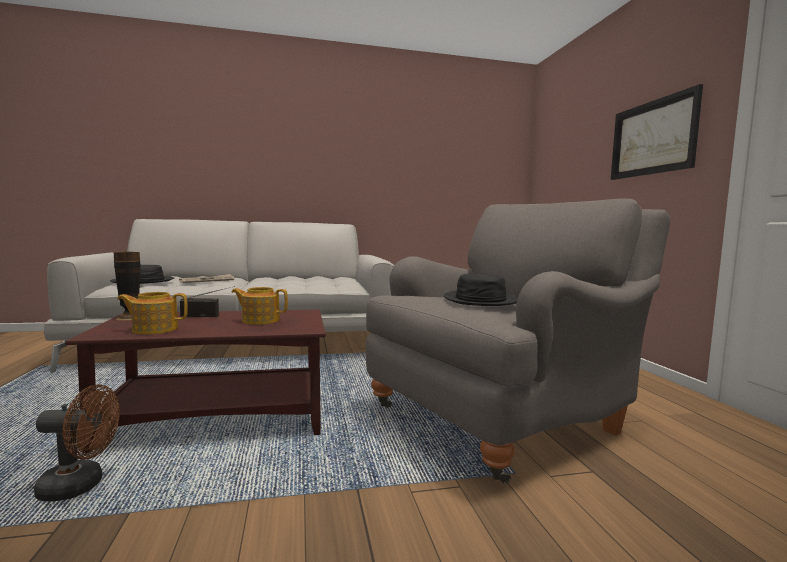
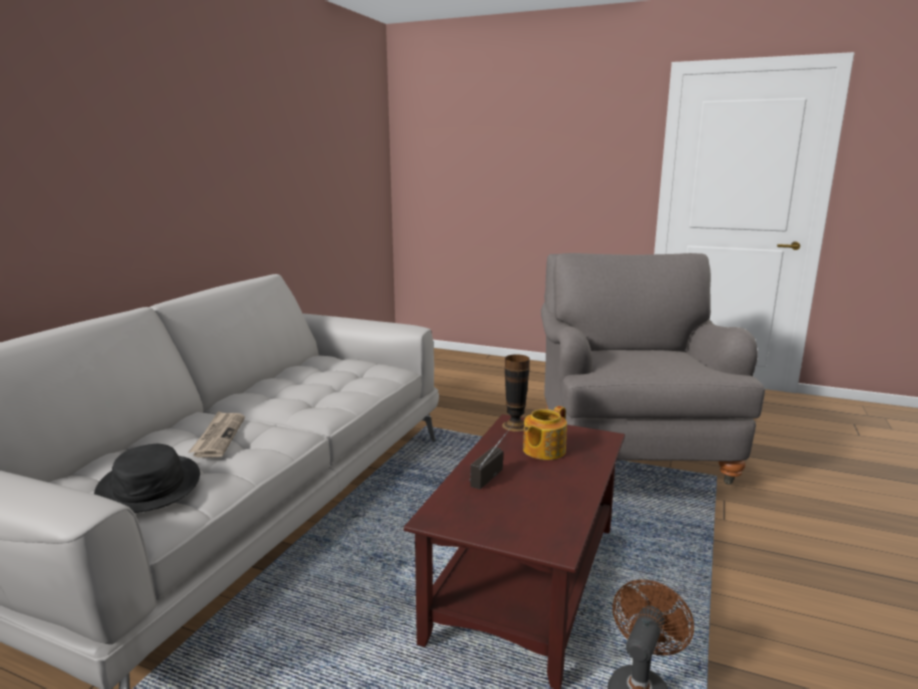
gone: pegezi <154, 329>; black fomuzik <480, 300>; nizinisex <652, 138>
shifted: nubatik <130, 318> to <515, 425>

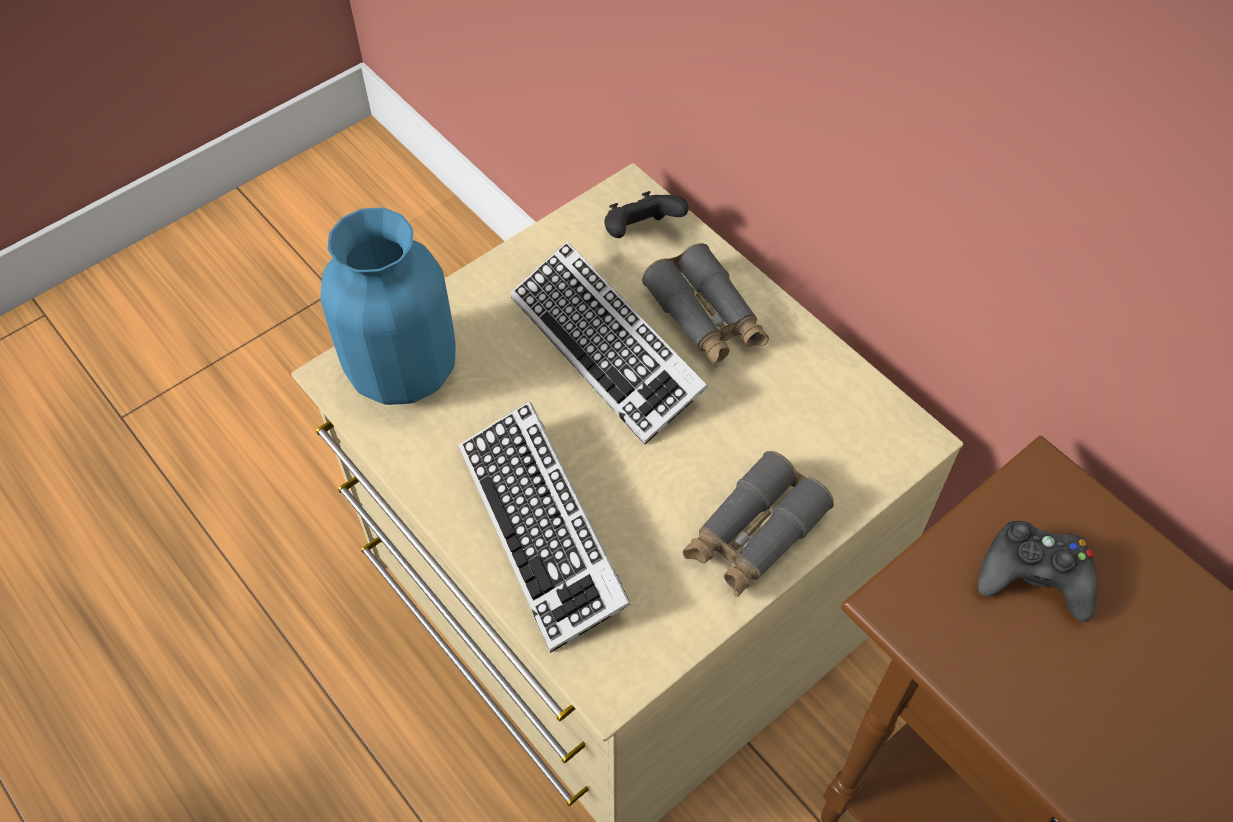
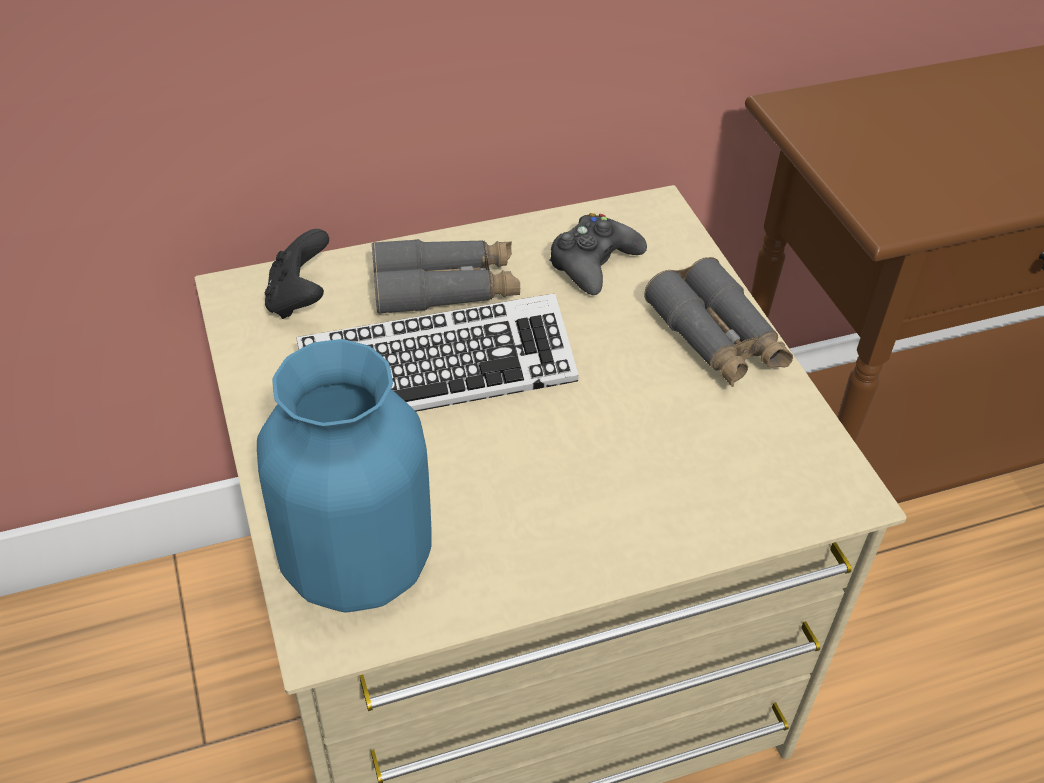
gone: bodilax <543, 530>
shifted: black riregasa <1034, 576> to <593, 263>

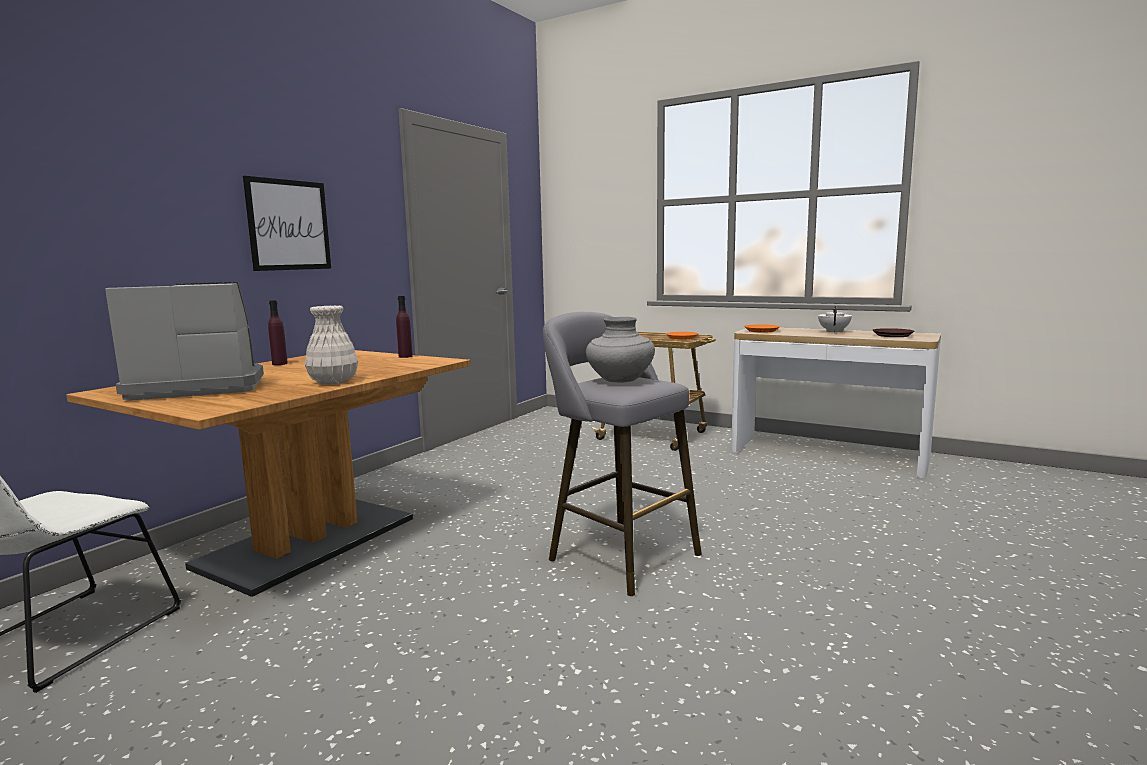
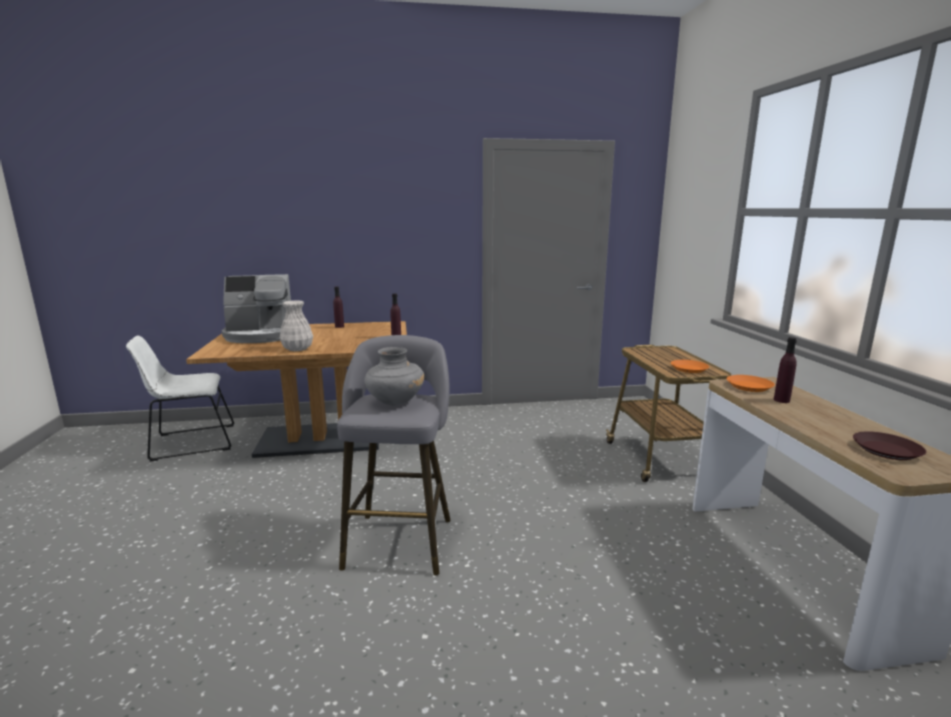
gone: nizinisex <289, 225>; white pegezi <834, 331>
new: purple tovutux <781, 400>
rotated: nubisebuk <197, 387> = <260, 336> 135 degrees clockwise

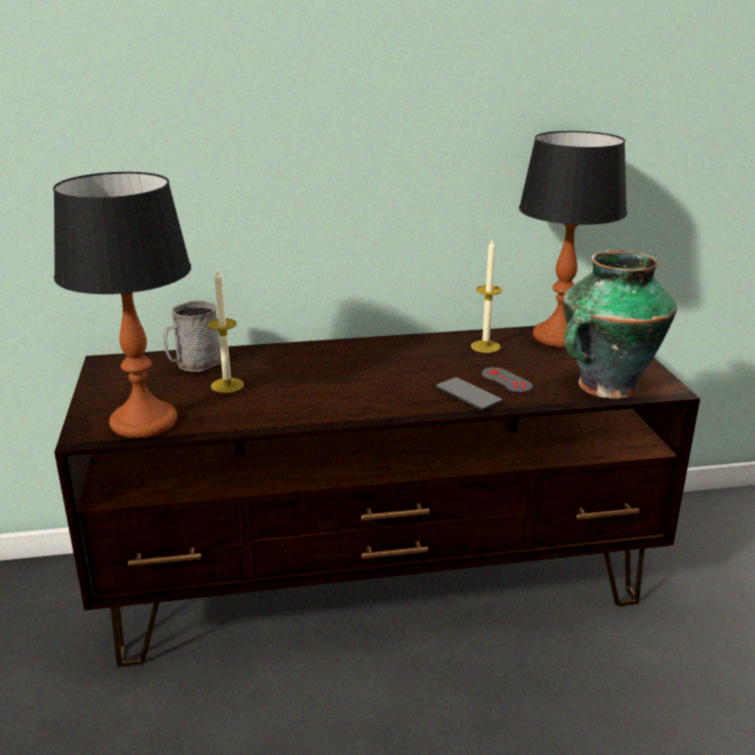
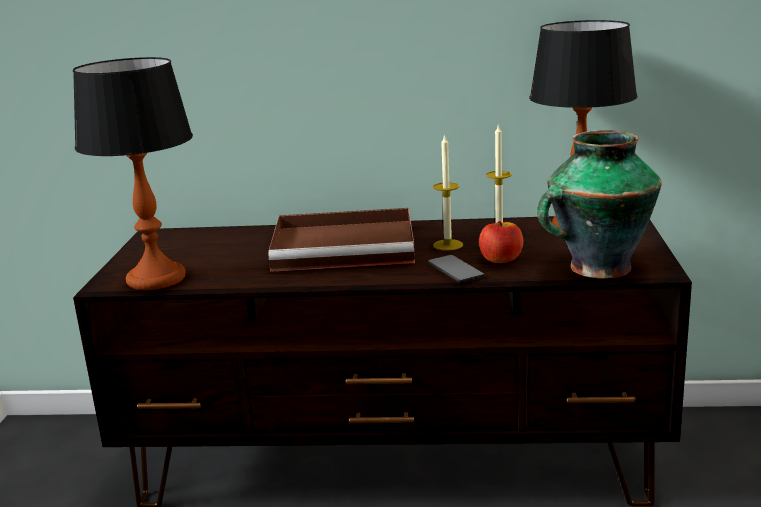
gone: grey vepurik <193, 364>
new: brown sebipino <347, 246>
shifted: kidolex <227, 385> to <448, 245>
swapped: grey riregasa <506, 380> to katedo <501, 259>

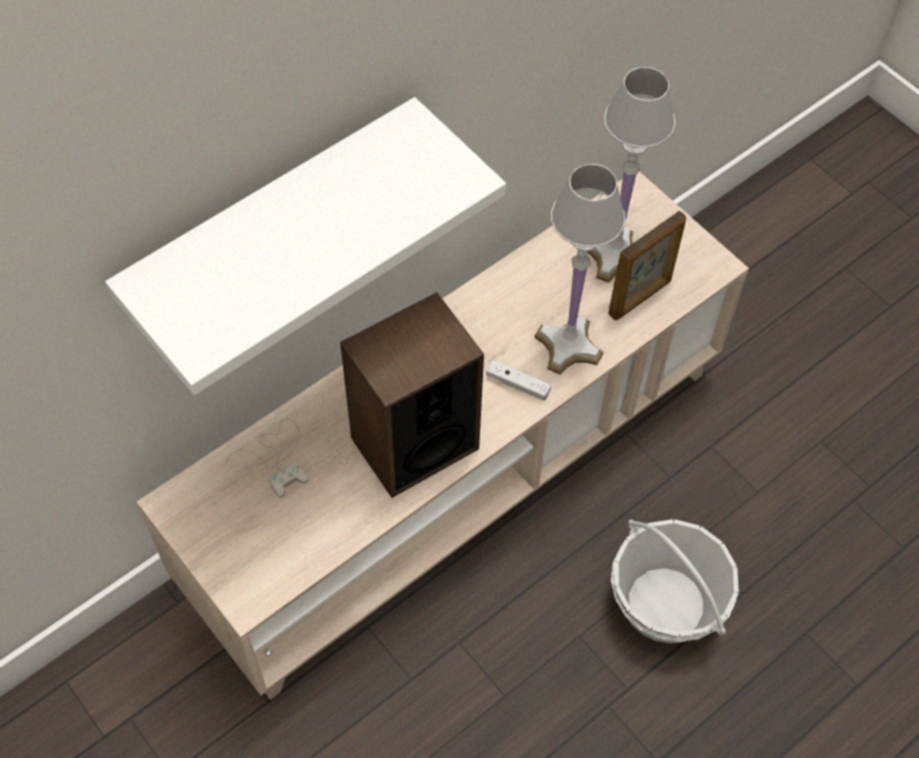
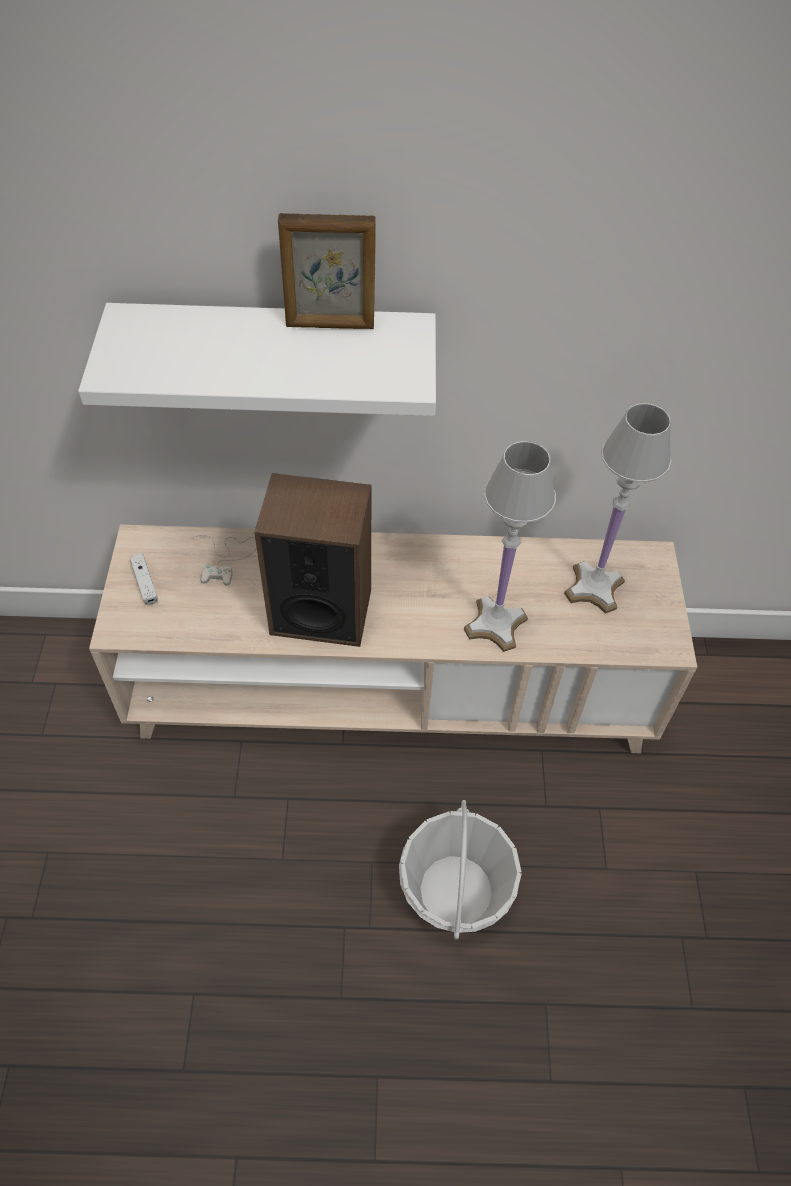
shifted: white riregasa <518, 384> to <145, 583>; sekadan <640, 297> to <330, 325>

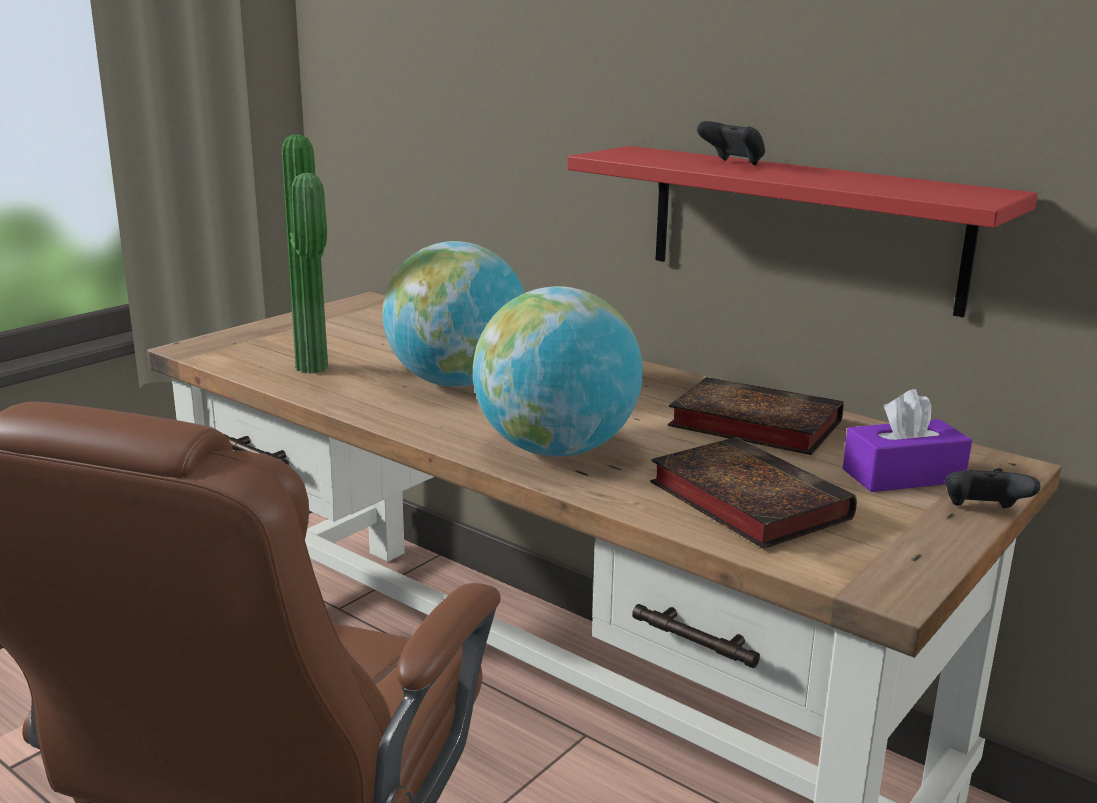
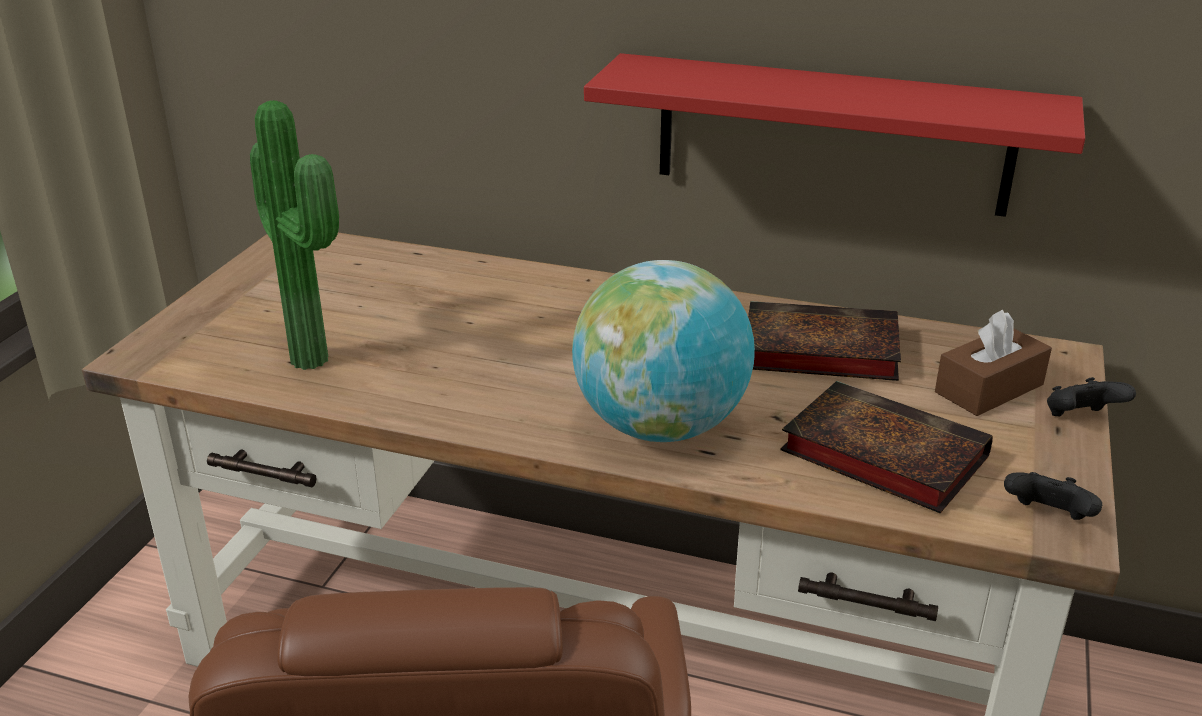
gone: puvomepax <457, 382>
shifted: black riregasa <733, 164> to <1047, 518>
repainted: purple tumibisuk <903, 475> to brown tumibisuk <989, 388>

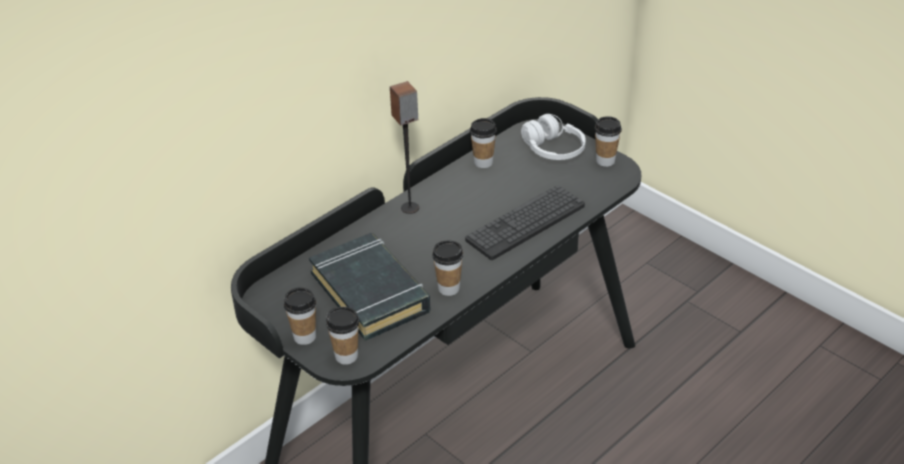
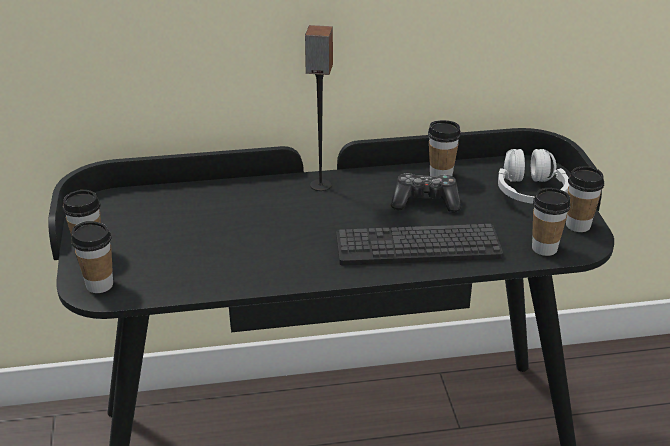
gone: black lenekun <370, 292>
new: riregasa <425, 202>
shifted: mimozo <448, 288> to <544, 248>

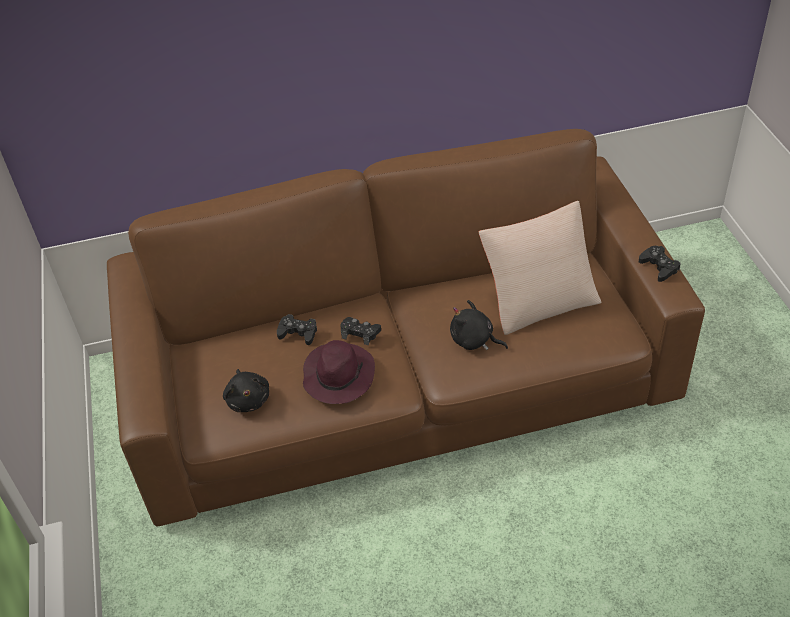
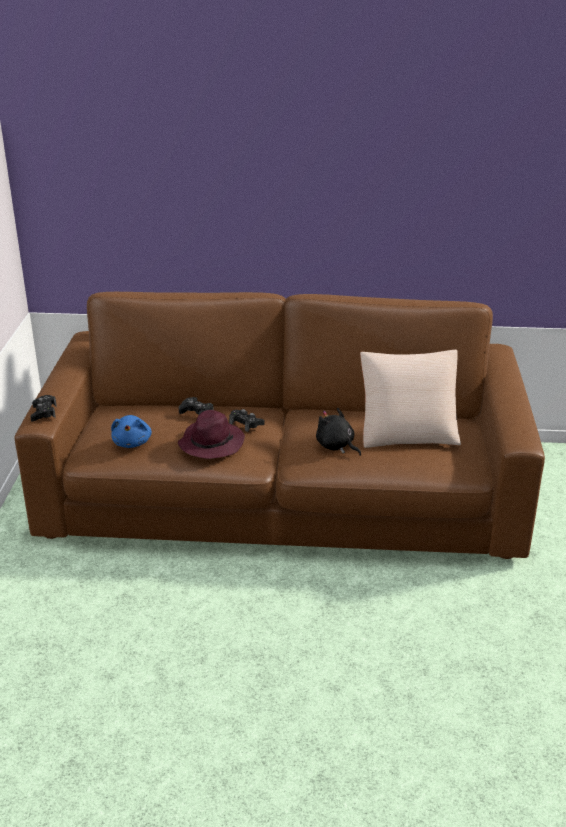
shifted: black riregasa <659, 267> to <44, 412>
repainted: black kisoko <248, 399> to blue kisoko <132, 442>

